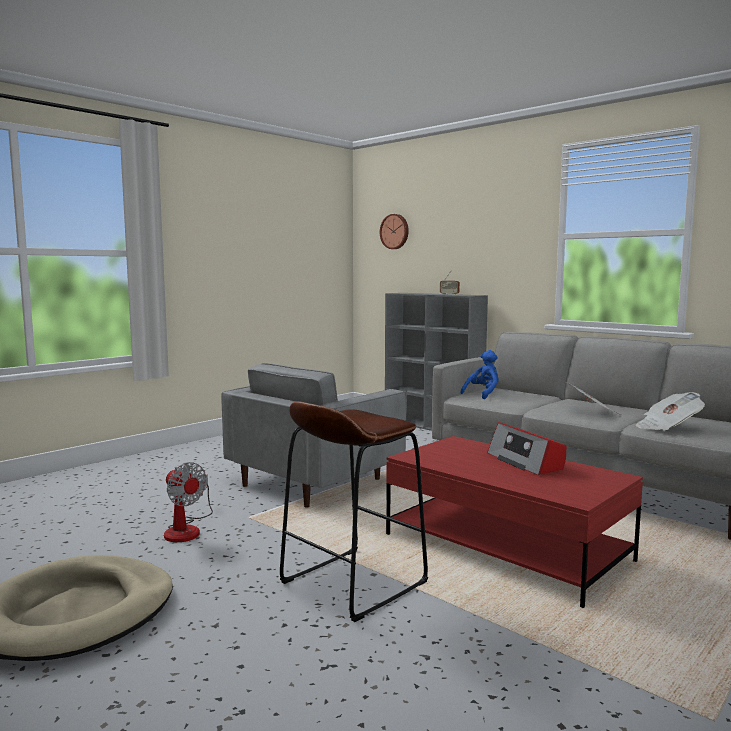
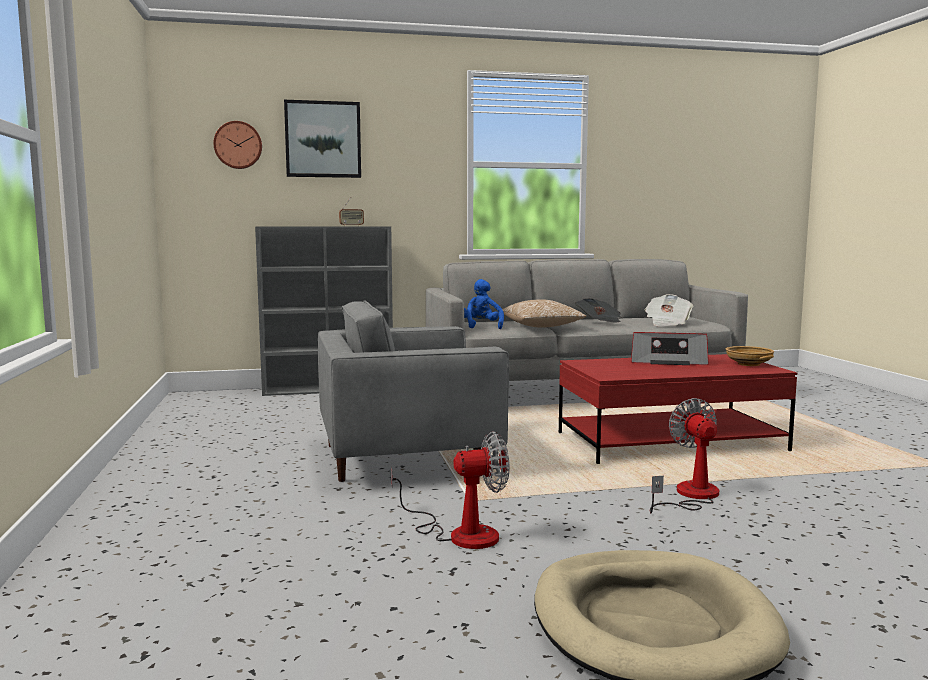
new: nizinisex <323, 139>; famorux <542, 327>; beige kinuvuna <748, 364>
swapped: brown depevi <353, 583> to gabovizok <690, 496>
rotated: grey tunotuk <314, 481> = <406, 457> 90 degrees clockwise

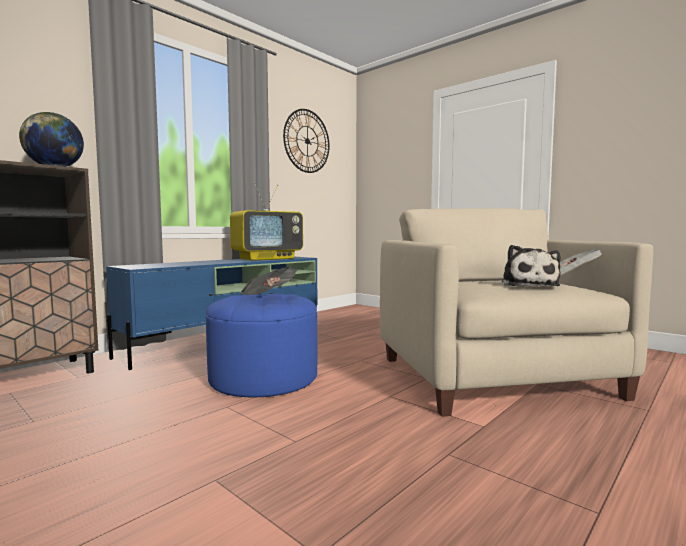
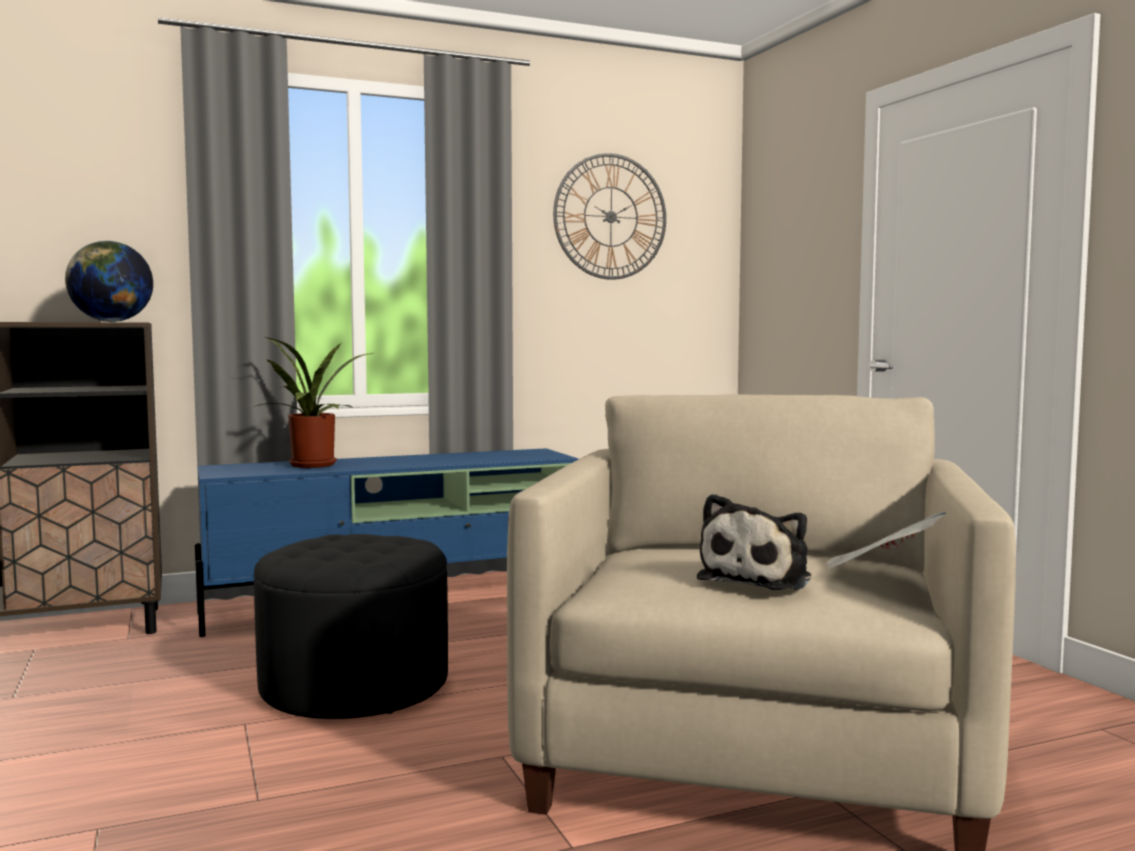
gone: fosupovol <267, 258>; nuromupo <268, 297>
new: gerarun <313, 466>
repainted: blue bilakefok <263, 378> to black bilakefok <354, 685>

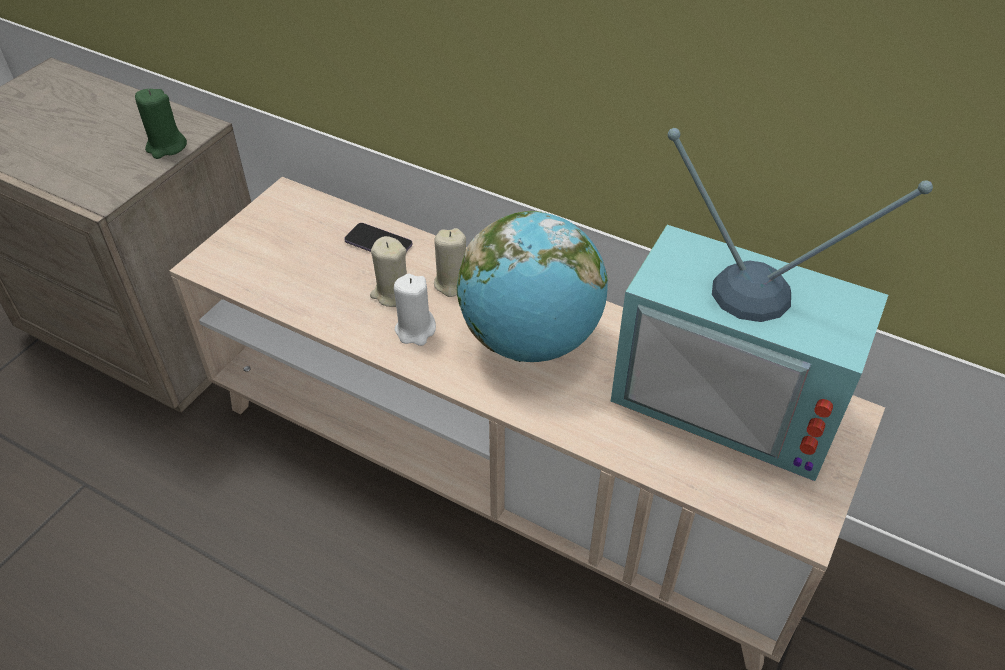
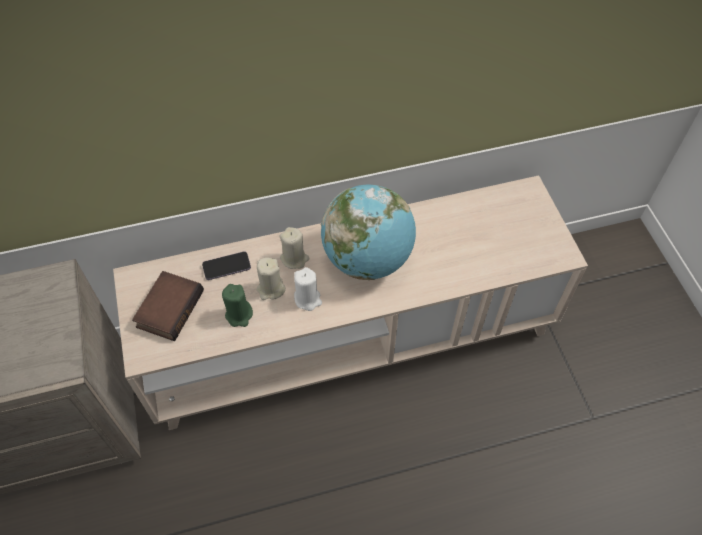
gone: fosupovol <733, 396>
new: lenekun <169, 308>
shifted: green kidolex <166, 147> to <239, 315>

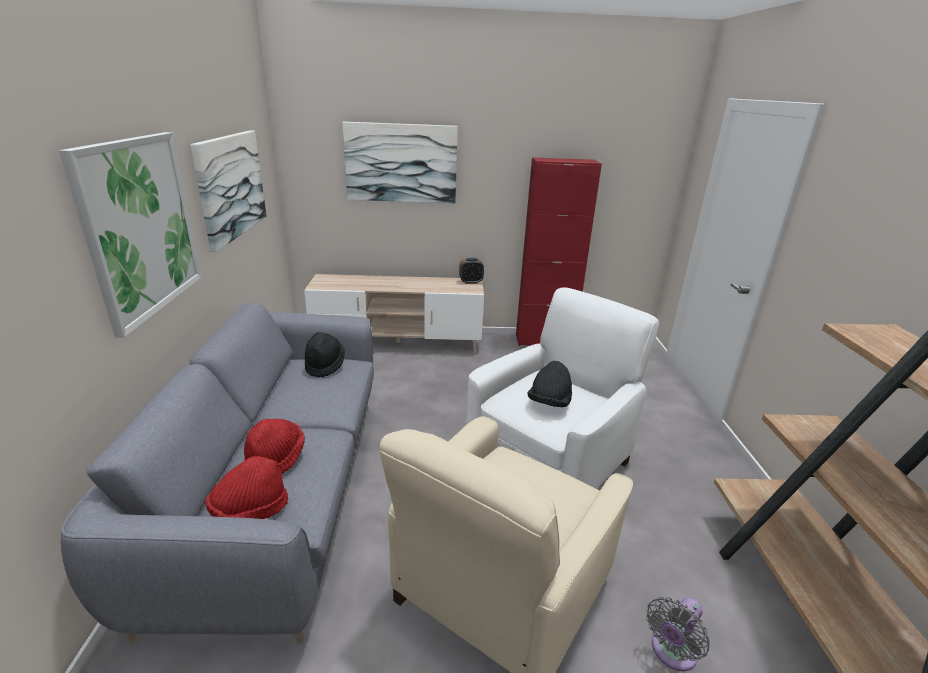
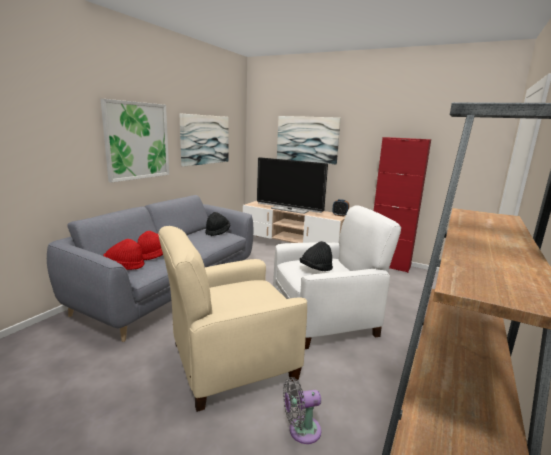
new: fosupovol <289, 210>

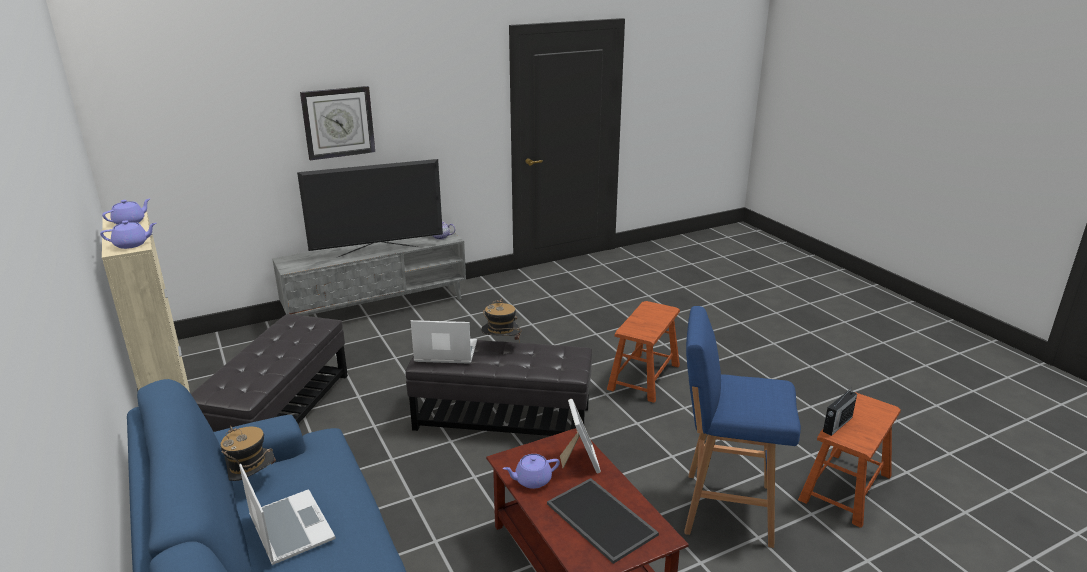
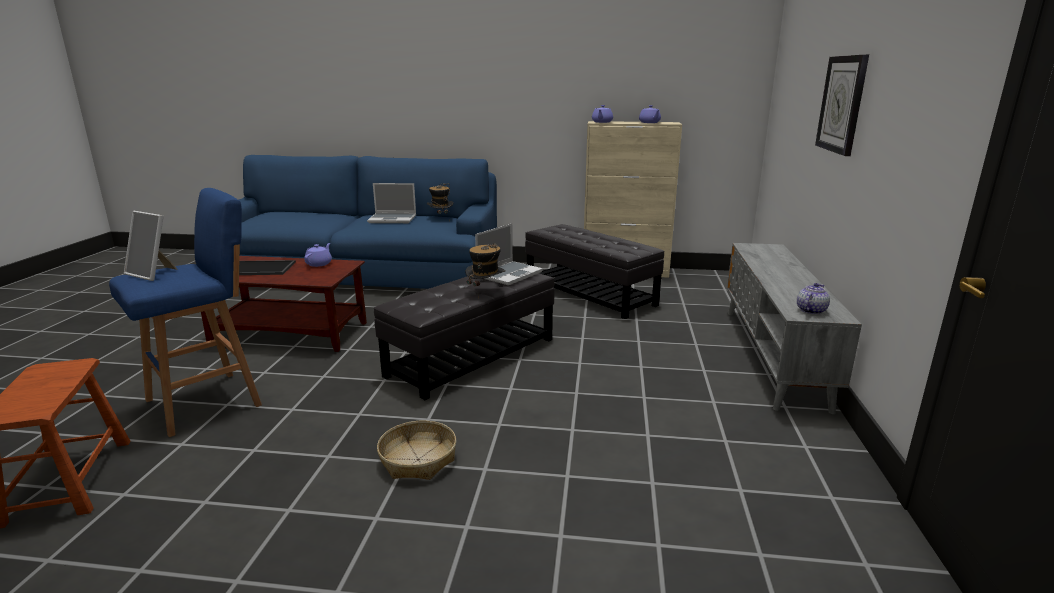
gone: fosupovol <378, 251>; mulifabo <837, 425>
shifted: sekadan <580, 460> to <153, 274>
swapped: brown depevi <644, 377> to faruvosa <418, 460>

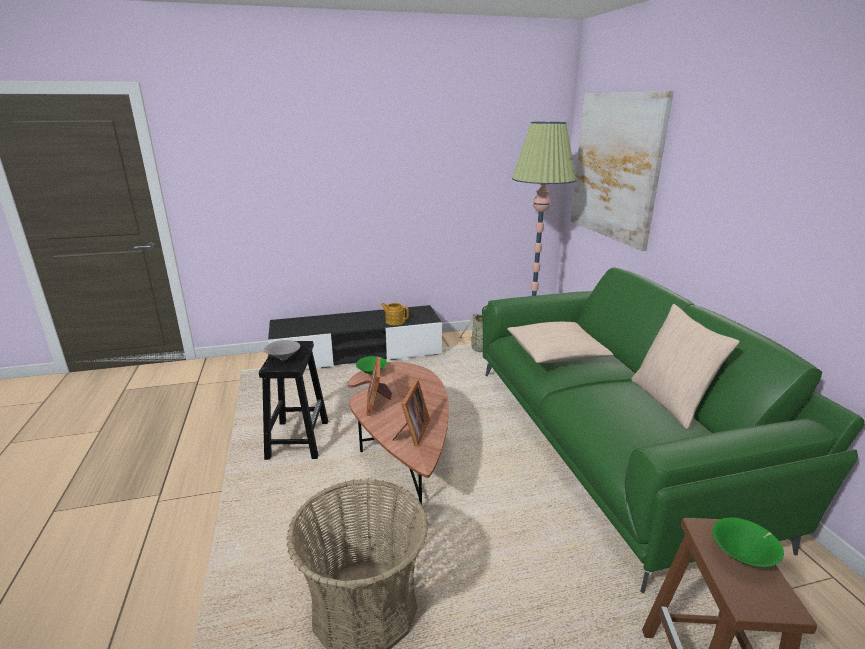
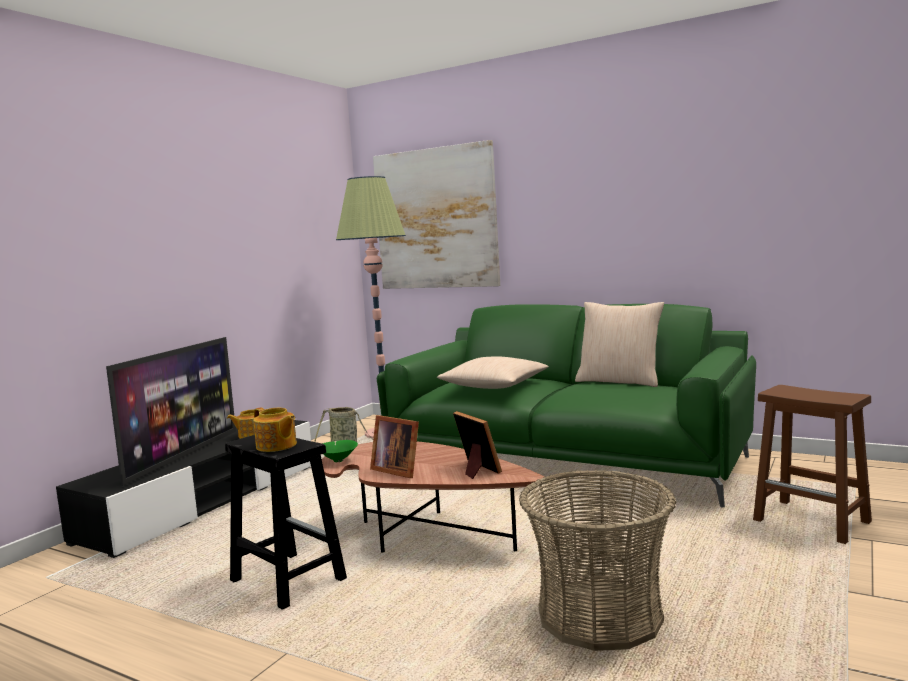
gone: green kinuvuna <743, 557>
new: fosupovol <183, 456>
swapped: grey kinuvuna <282, 358> to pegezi <276, 446>

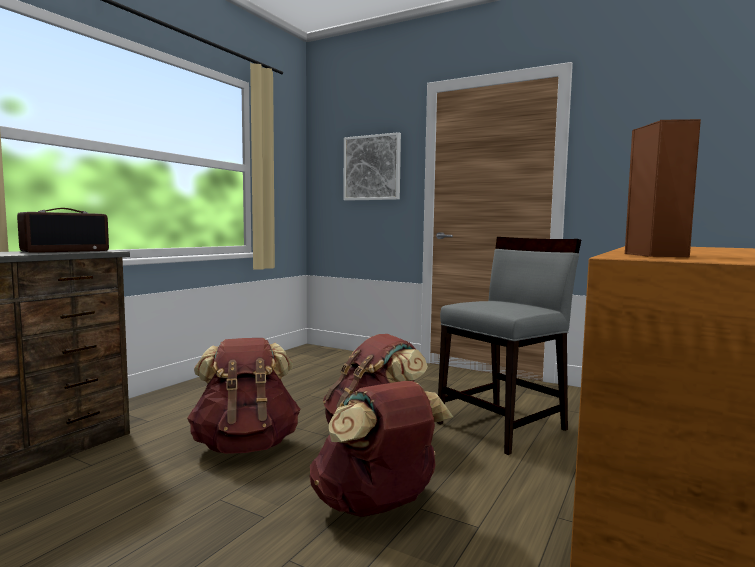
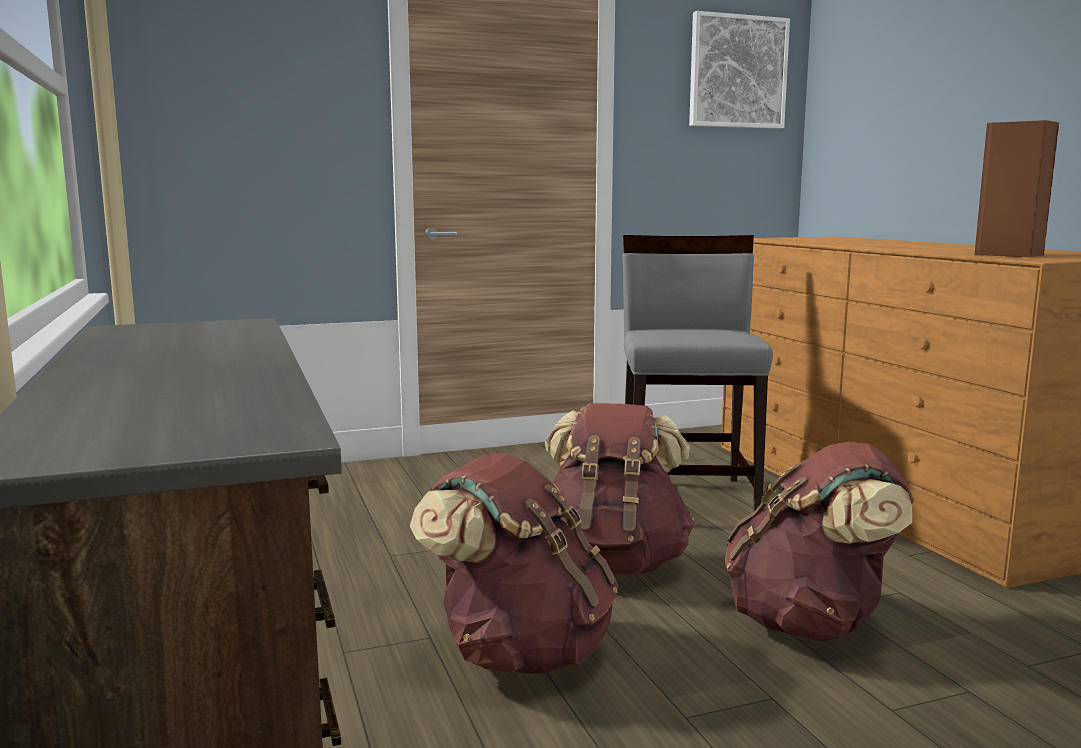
gone: mulifabo <66, 251>
shifted: nizinisex <372, 168> to <737, 72>

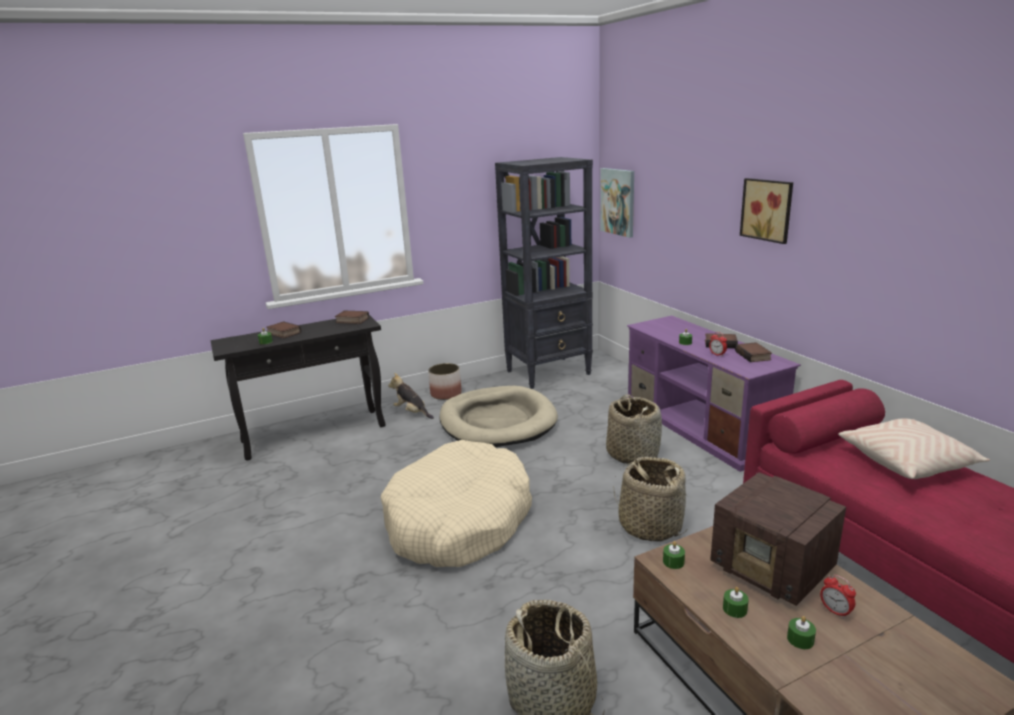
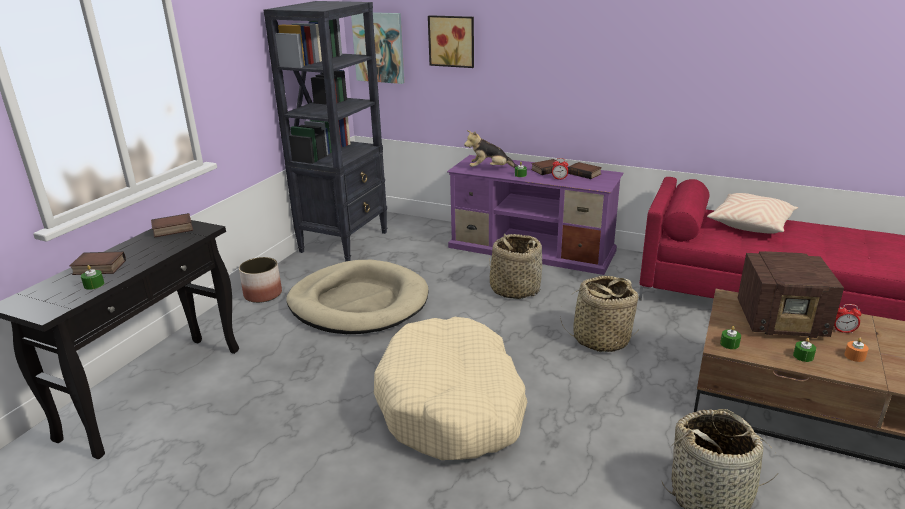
shifted: nizinisex <768, 209> to <452, 41>; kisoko <412, 412> to <489, 169>
repainted: green kidolex <800, 639> to orange kidolex <854, 356>

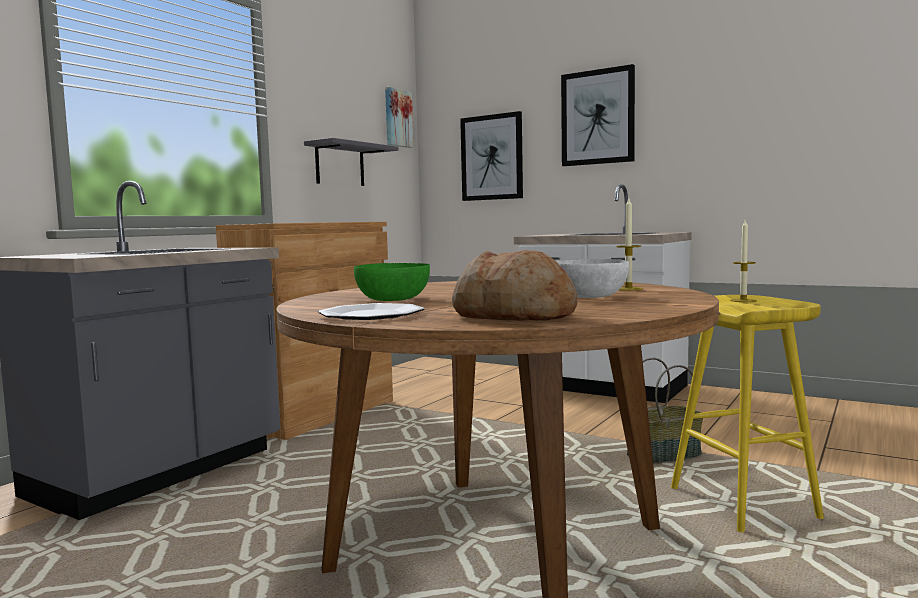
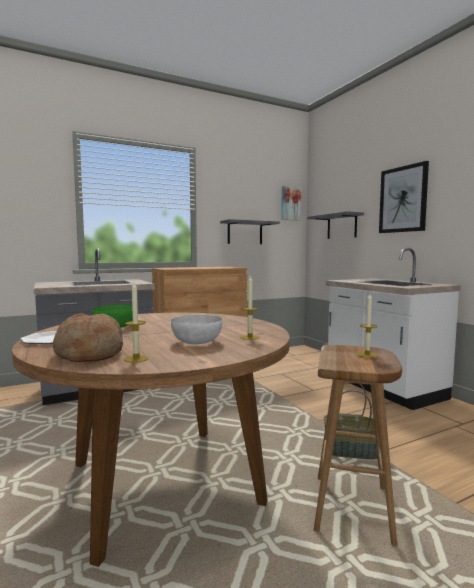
new: kidolex <136, 359>
swapped: nizinisex <492, 157> to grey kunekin <342, 226>
repainted: yellow depevi <745, 504> to brown depevi <353, 510>

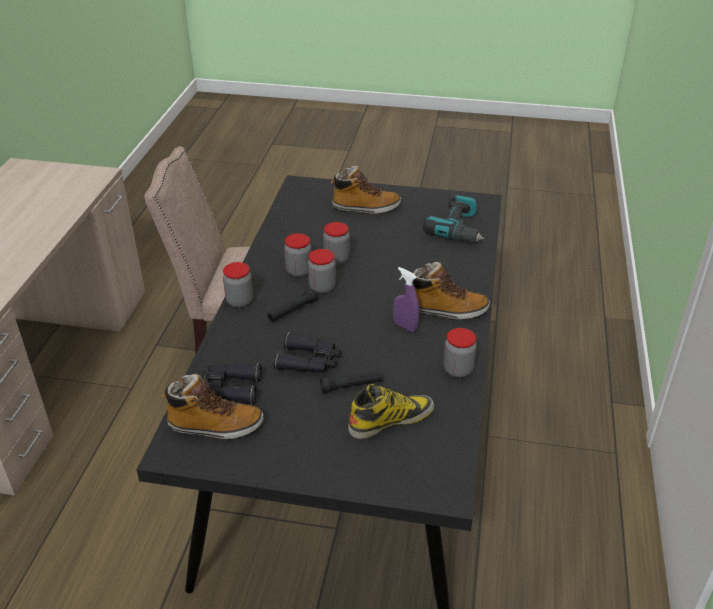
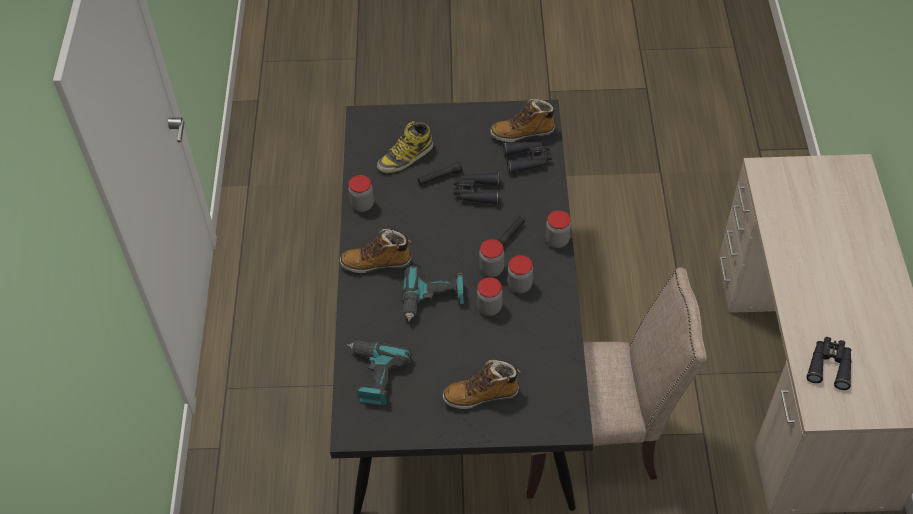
gone: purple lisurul <405, 326>
new: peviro <433, 300>; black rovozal <829, 365>

